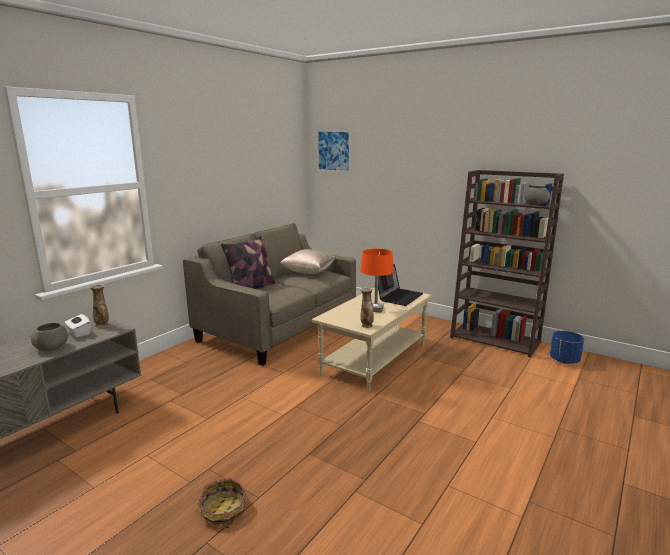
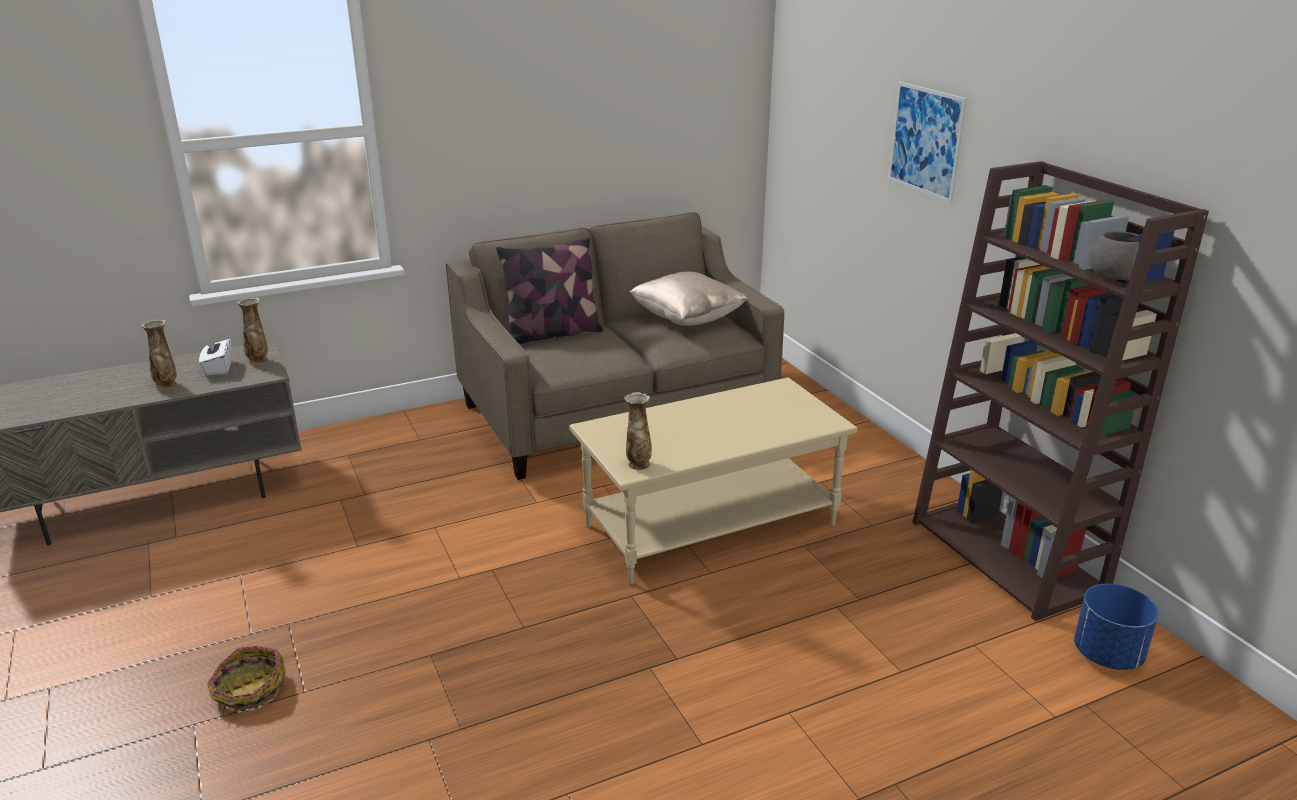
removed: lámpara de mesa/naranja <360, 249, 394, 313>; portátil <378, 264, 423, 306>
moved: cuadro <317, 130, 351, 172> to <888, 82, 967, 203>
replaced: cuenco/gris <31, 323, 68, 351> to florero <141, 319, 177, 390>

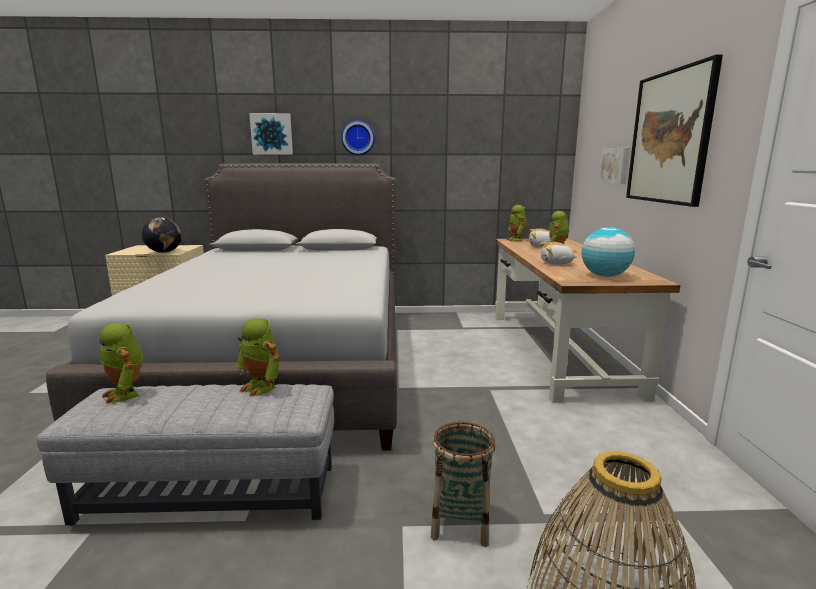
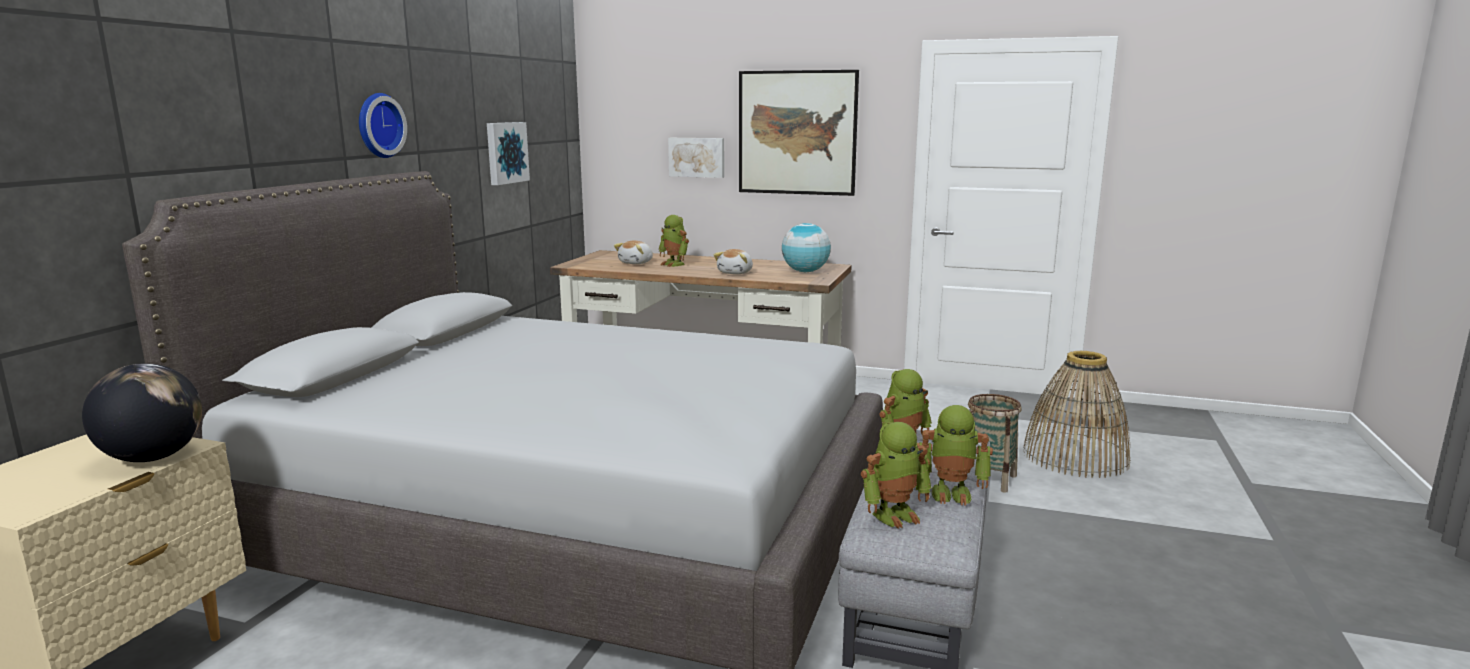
moved: cuadro <249, 113, 293, 155> to <487, 122, 530, 185>; robot de juguete <506, 205, 527, 241> to <917, 405, 993, 506>

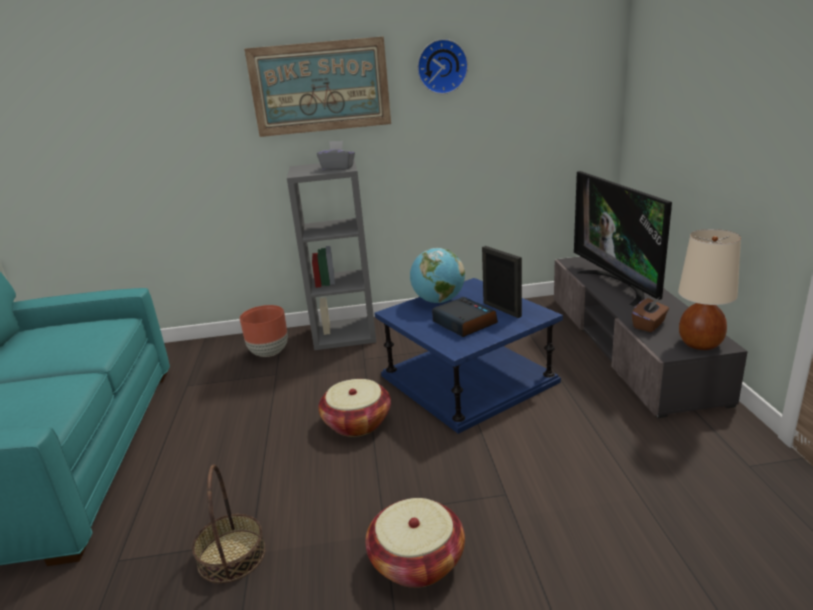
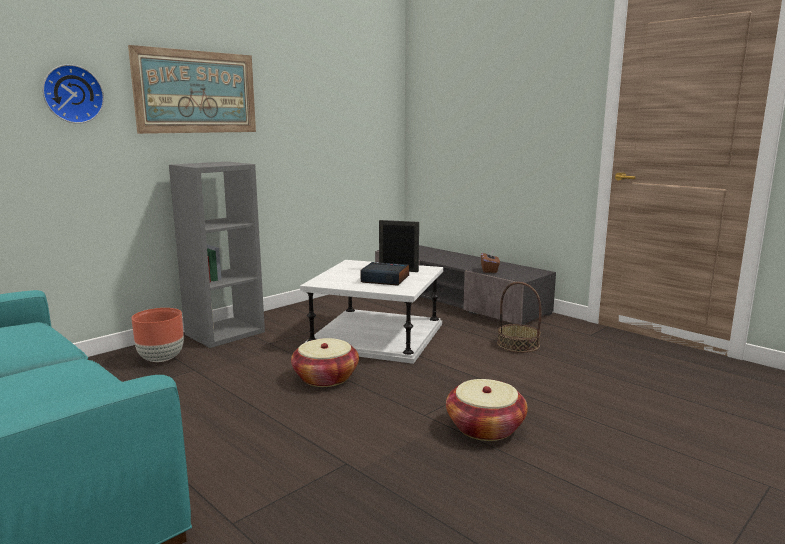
removed: caja de pañuelos/gris <317, 141, 355, 170>; globo terráqueo <410, 248, 465, 303>; televisor <574, 171, 672, 306>; lámpara de mesa/beis <678, 229, 741, 350>
moved: cesta <192, 464, 266, 583> to <497, 282, 542, 353>; reloj de pared <417, 39, 468, 94> to <42, 64, 104, 124>
recoloured: mesa auxiliar/azul <375, 278, 563, 434> to mesa auxiliar/blanco <300, 260, 443, 364>

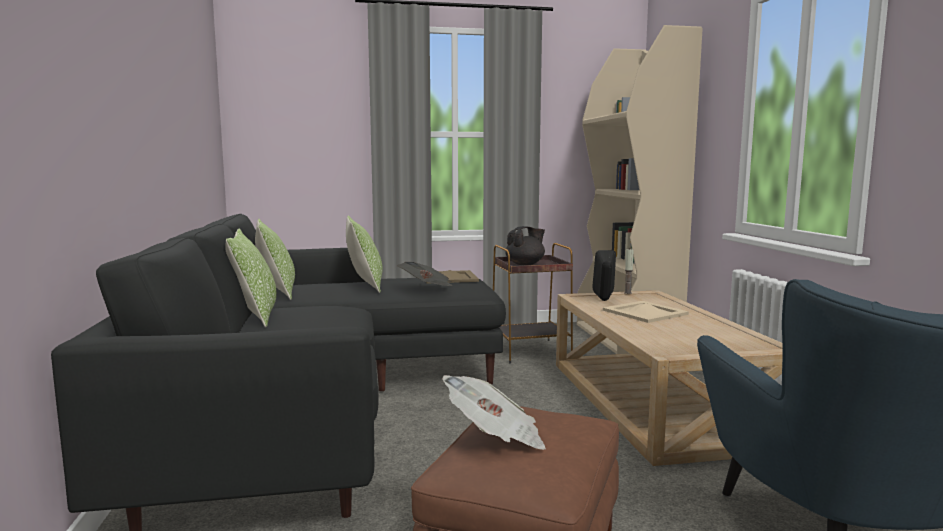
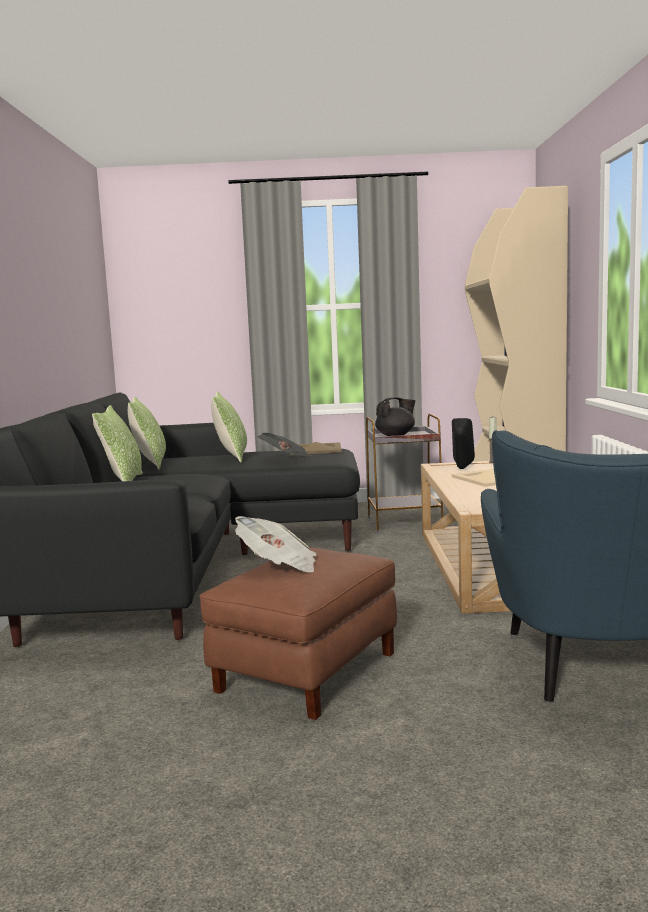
recoloured: mesa auxiliar/marrón <493, 243, 573, 364> to mesa auxiliar/gris <366, 413, 443, 534>

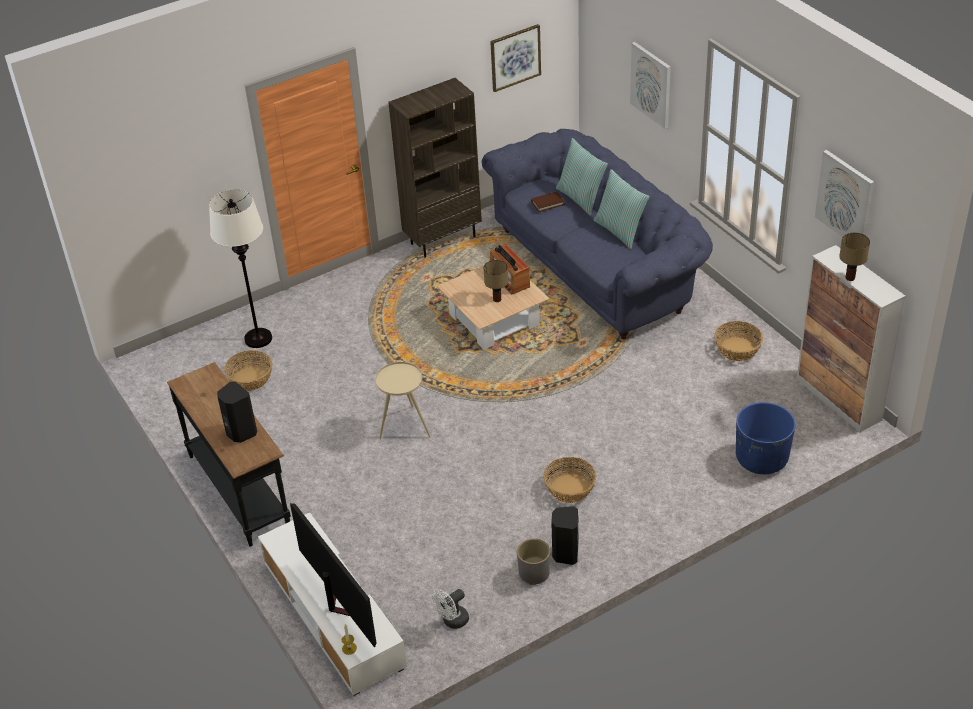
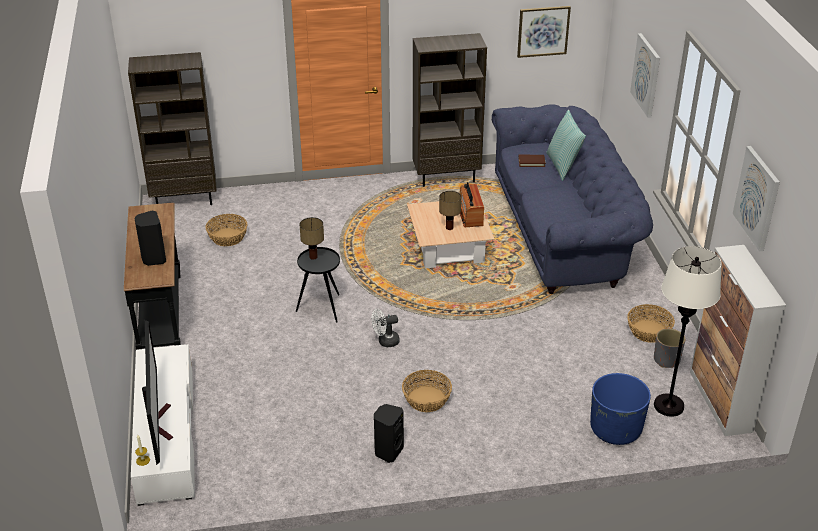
removed: cojín <593, 169, 649, 249>
added: estantería/marrón <128, 52, 217, 205>
moved: lámpara de pie/blanco <209, 189, 272, 348> to <654, 246, 722, 417>; ventilador/blanco <432, 589, 469, 629> to <371, 309, 400, 347>; maceta/gris <517, 538, 550, 585> to <654, 329, 685, 368>; lámpara de mesa <839, 233, 870, 281> to <299, 217, 324, 260>
recoloured: mesa auxiliar/beis <375, 362, 431, 439> to mesa auxiliar/negro <296, 247, 340, 322>

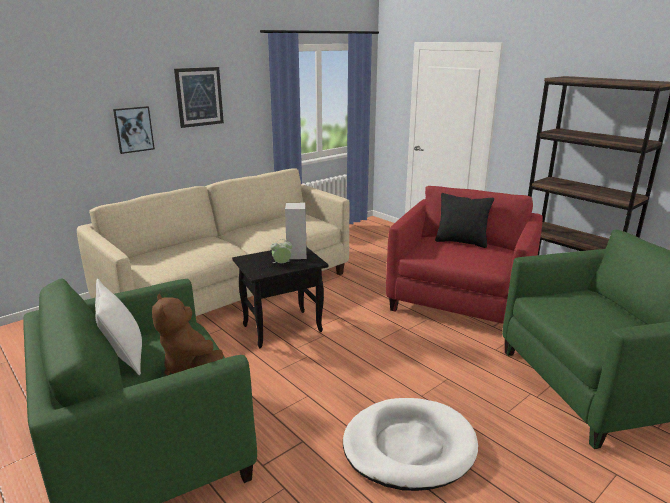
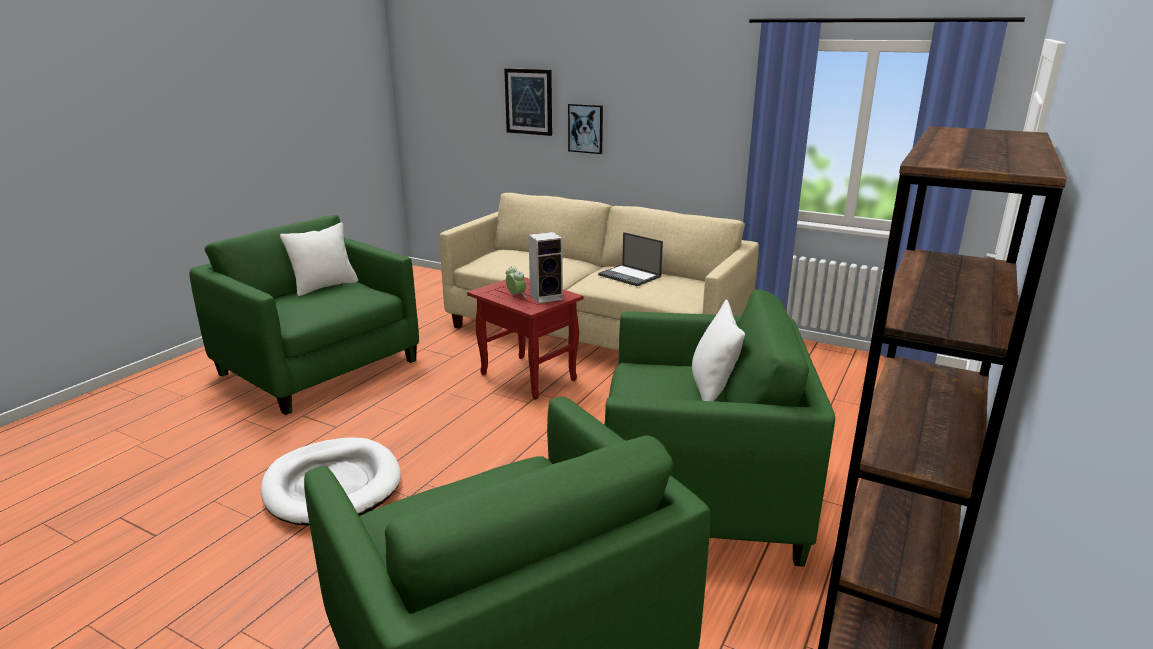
removed: peluche/marrón <152, 294, 223, 375>
added: portátil <598, 232, 663, 286>
moved: cuadro <174, 67, 224, 128> to <504, 68, 552, 136>
recoloured: mesa auxiliar/negro <232, 247, 328, 348> to mesa auxiliar/rojo <467, 277, 583, 400>; sillón/rojo <386, 186, 543, 324> to sillón/verde <604, 290, 835, 567>; cojín/negro <435, 193, 494, 248> to cojín/blanco <692, 299, 745, 401>

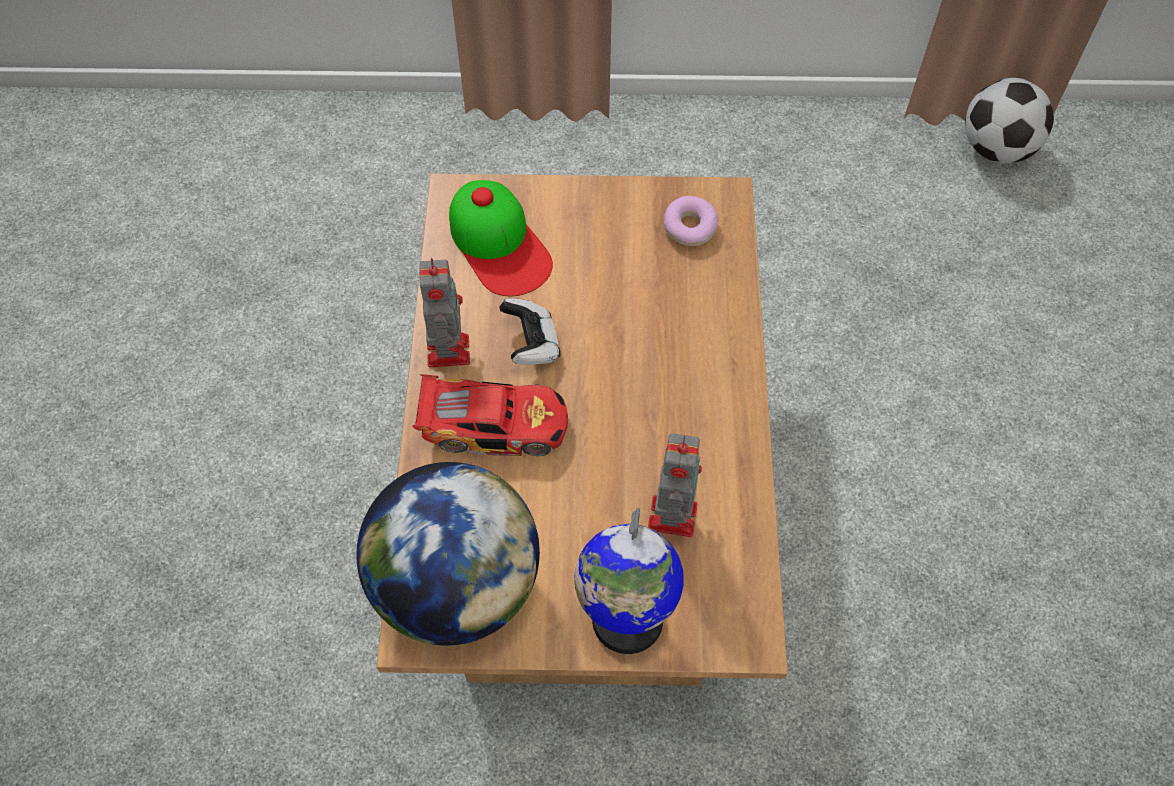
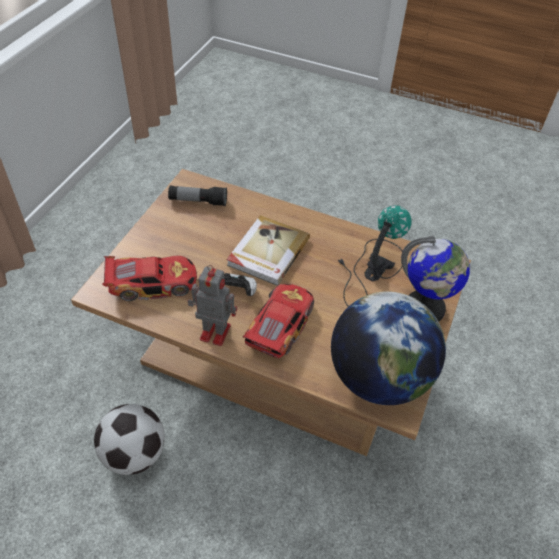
added: libro <227, 215, 310, 286>
moved: balón de fútbol <965, 78, 1054, 164> to <94, 404, 165, 475>
replaced: gorra <449, 180, 553, 296> to coche de juguete <102, 255, 197, 301>; robot de juguete <648, 433, 702, 537> to lámpara de mesa <338, 205, 411, 307>; rosquilla <664, 196, 718, 246> to linterna <168, 186, 227, 206>

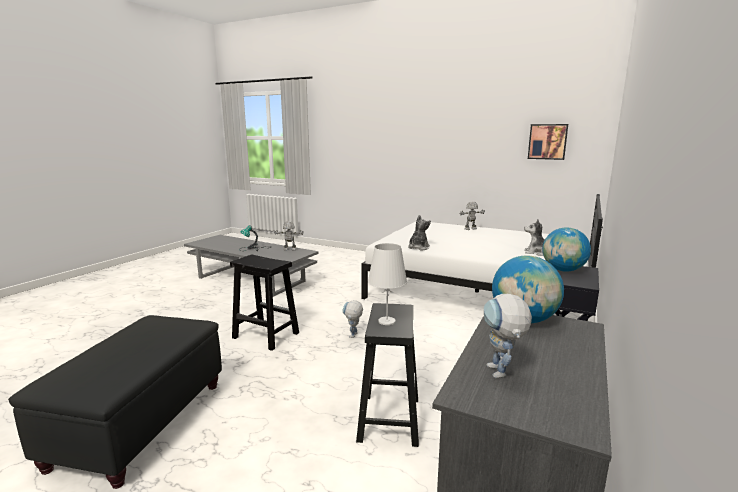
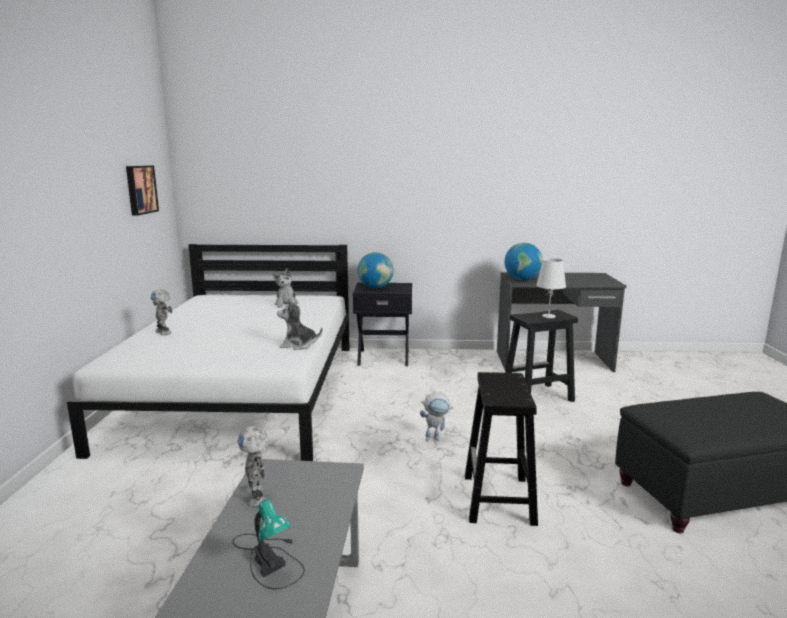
removed: robot de juguete <484, 294, 532, 378>

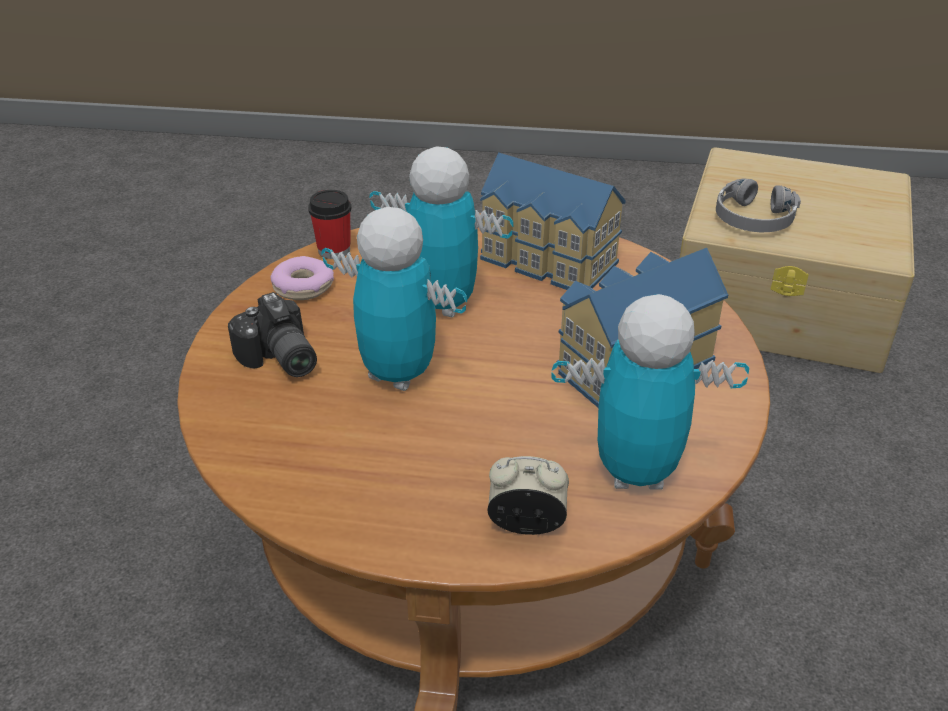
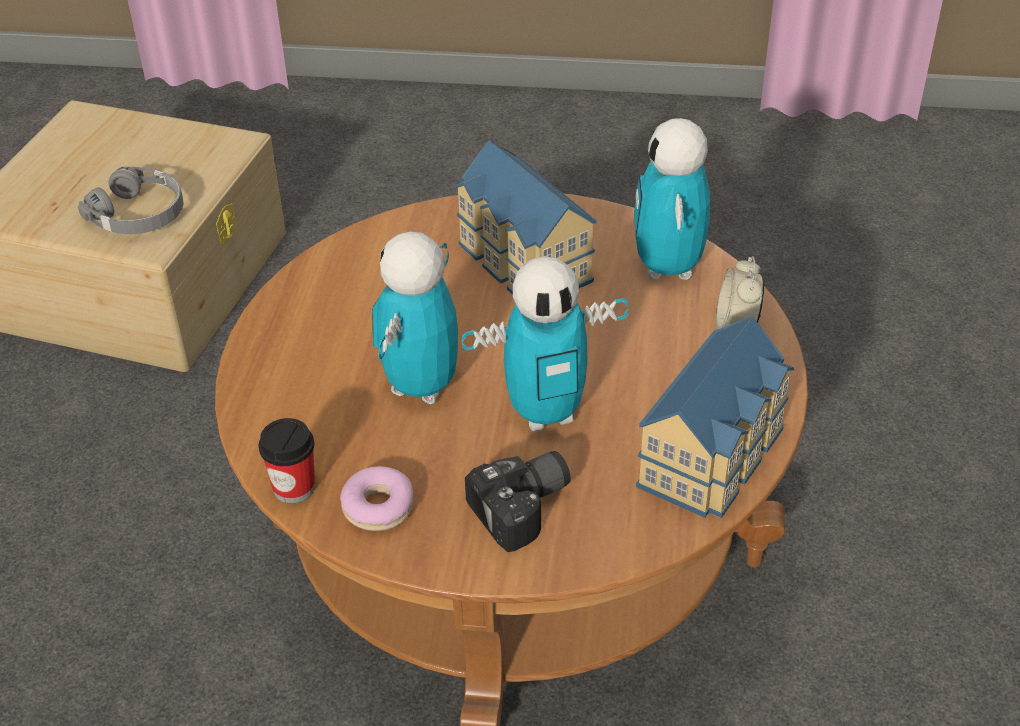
moved: casita <480, 152, 626, 290> to <636, 316, 794, 518>
turned: robot de juguete <321, 207, 467, 391> = <462, 256, 629, 431> 135 degrees counterclockwise

